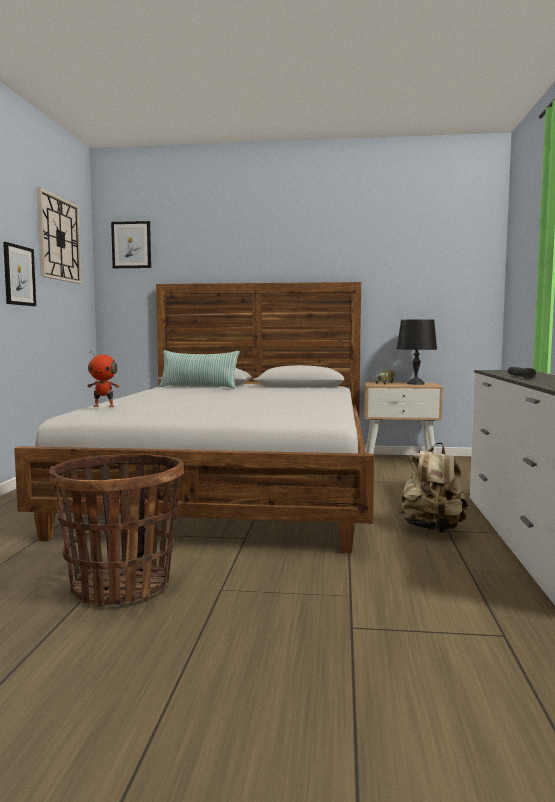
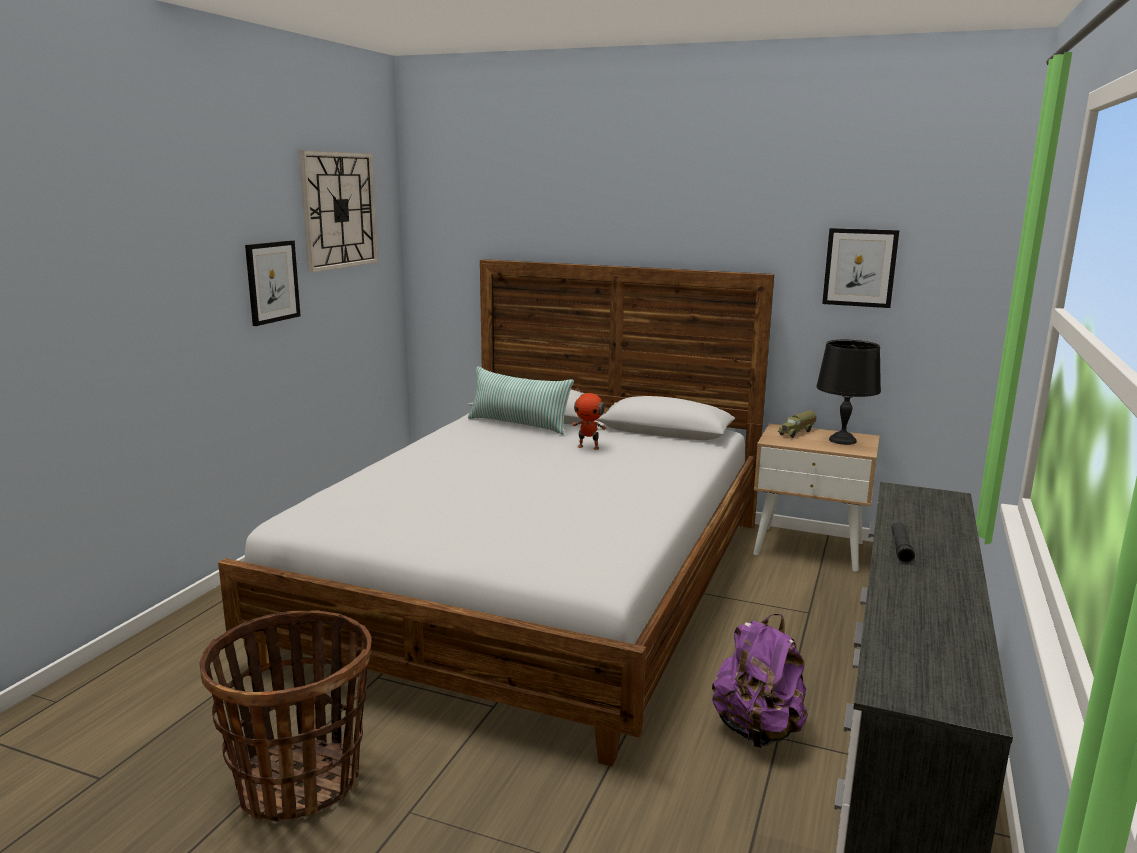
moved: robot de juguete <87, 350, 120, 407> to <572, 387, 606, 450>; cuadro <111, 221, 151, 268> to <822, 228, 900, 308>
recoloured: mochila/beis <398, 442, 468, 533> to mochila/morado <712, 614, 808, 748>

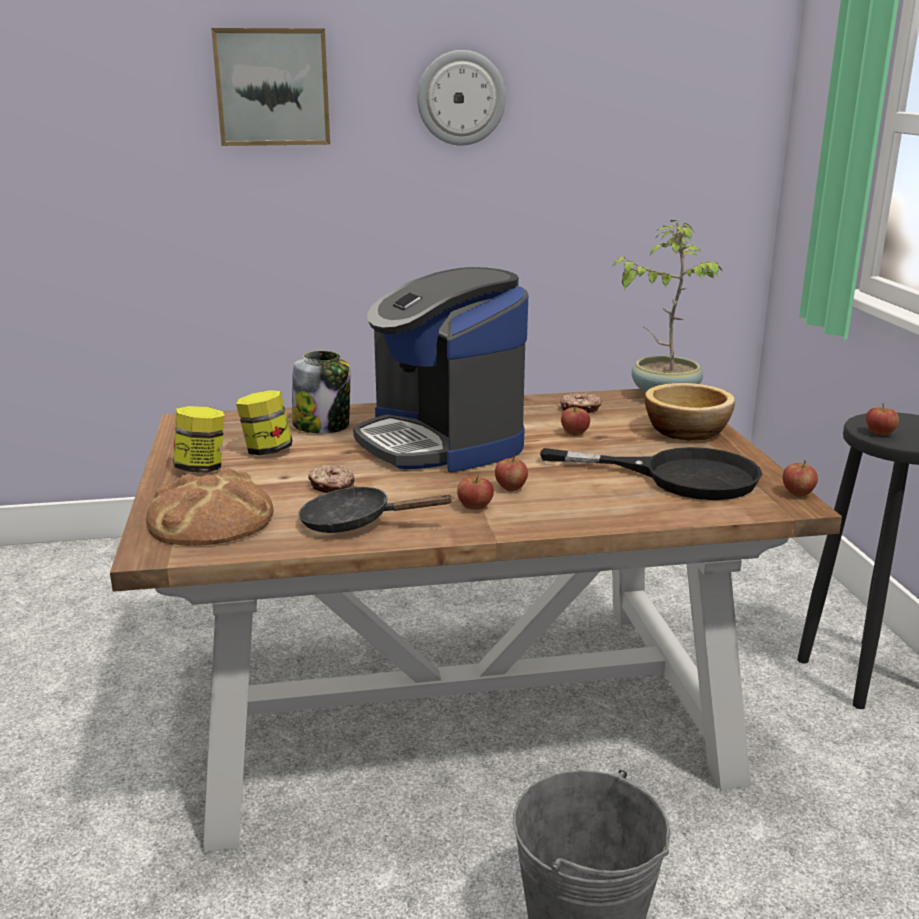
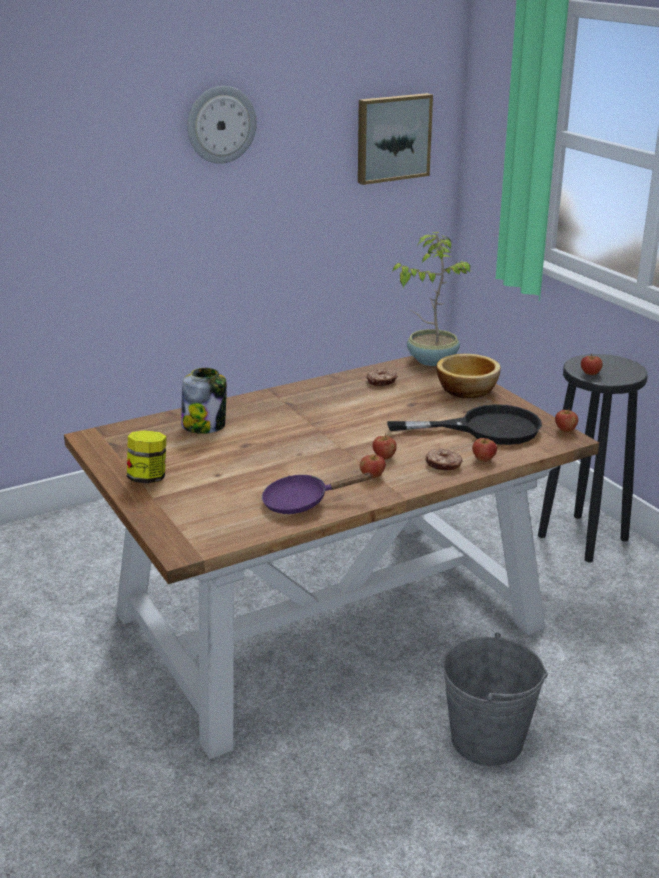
removed: pan <146, 468, 274, 546>; tarro <236, 390, 293, 455>; cafetera <353, 267, 528, 472>
moved: cuadro <211, 28, 330, 146> to <358, 93, 433, 185>; rosquilla <308, 465, 355, 493> to <426, 448, 463, 470>; manzana <561, 406, 590, 436> to <472, 438, 497, 462>
recoloured: sartén/negro <298, 486, 454, 533> to sartén/morado <262, 473, 371, 514>

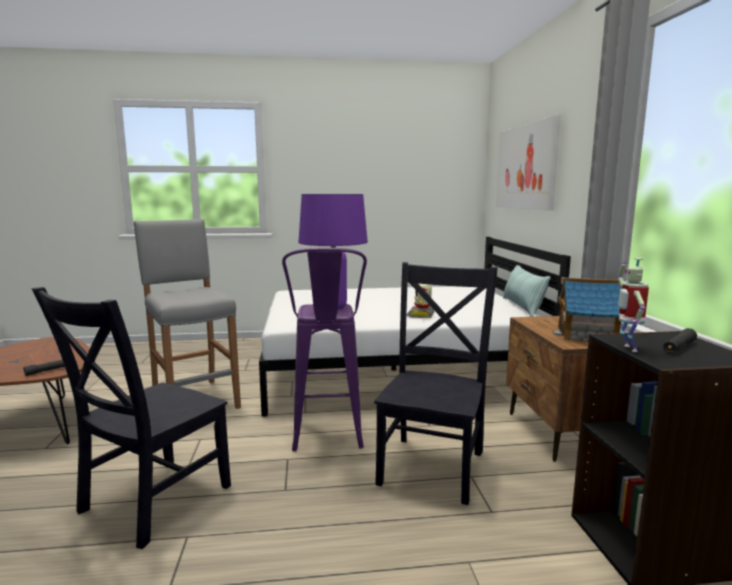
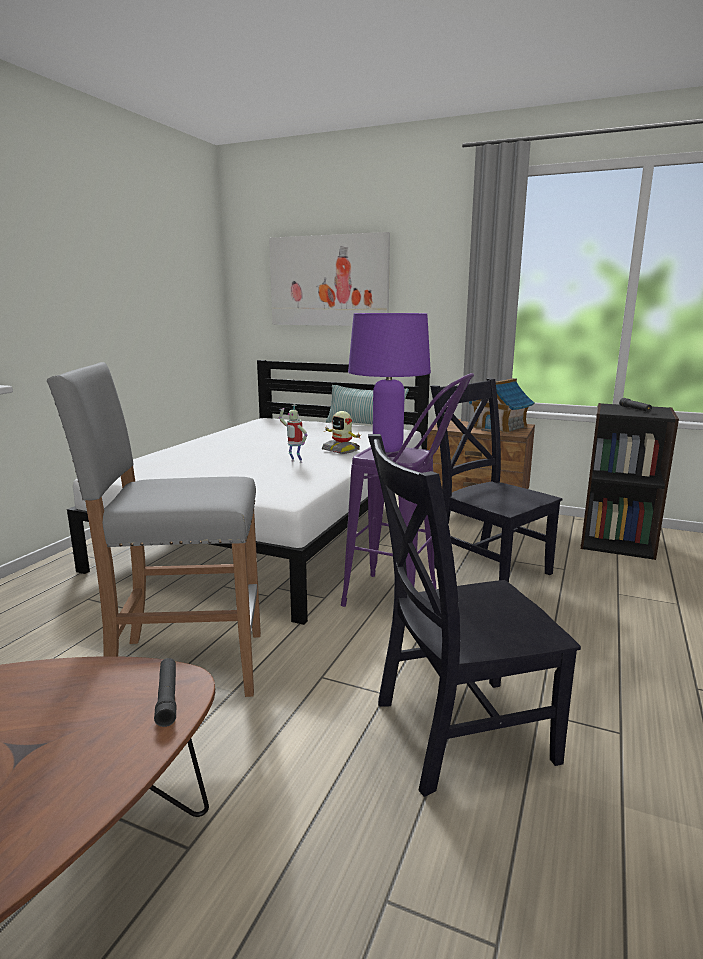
moved: robot de juguete <617, 258, 649, 352> to <279, 405, 308, 463>
turned: silla/negro <31, 287, 231, 549> = <368, 434, 581, 797> 105 degrees clockwise

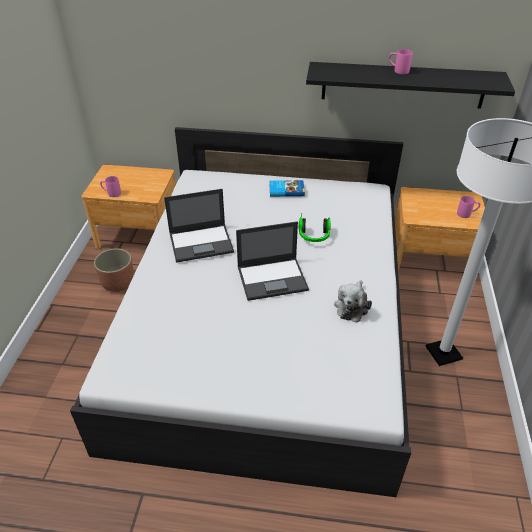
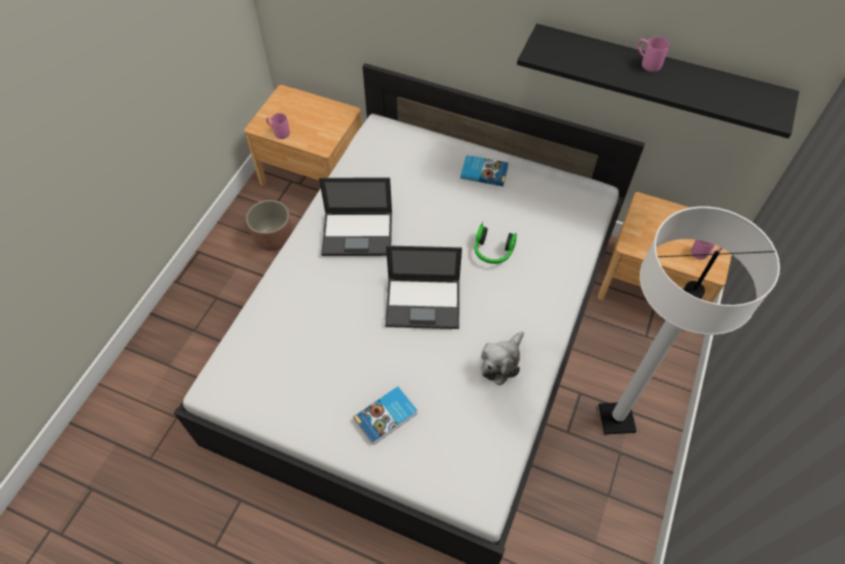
added: libro <354, 386, 418, 445>

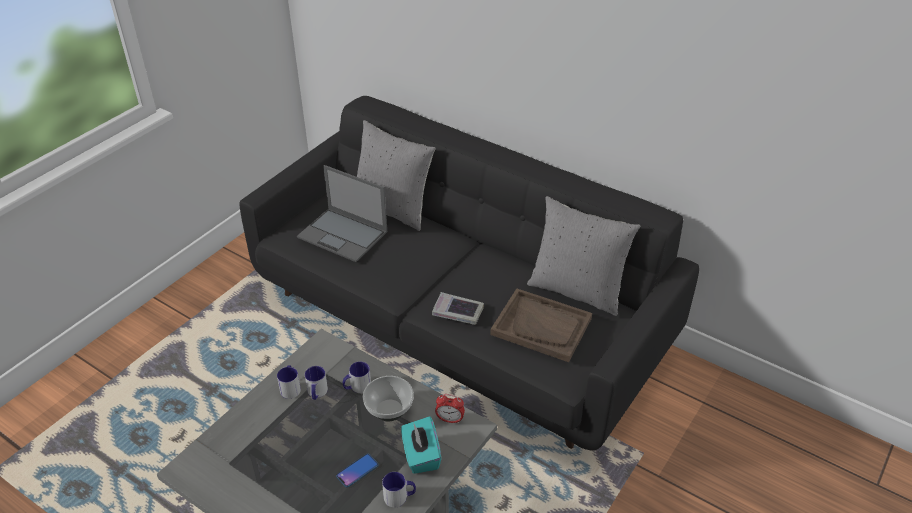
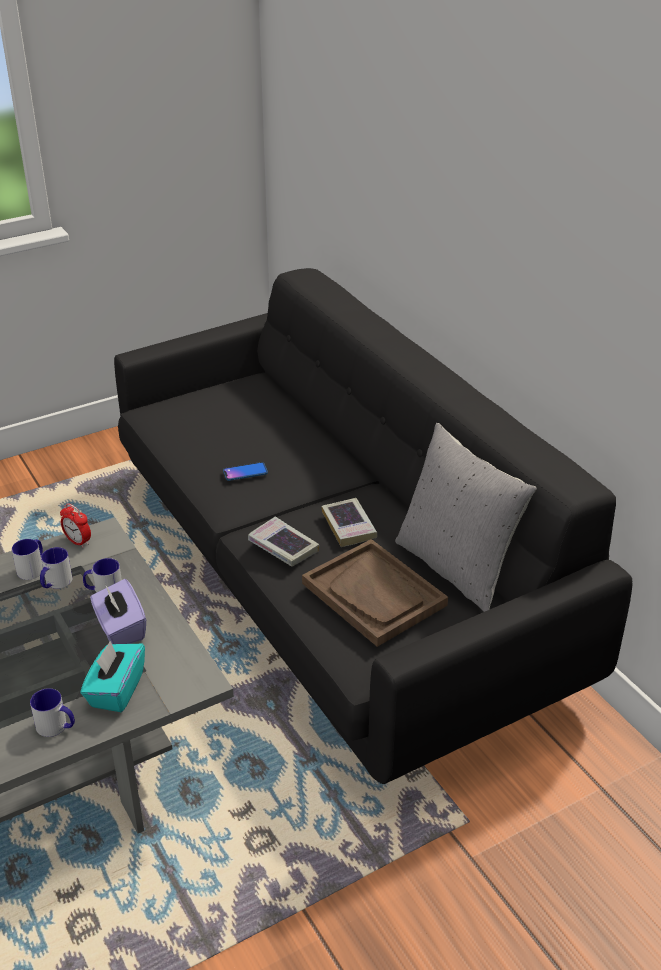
removed: portátil <297, 165, 388, 262>; cojín/gris <357, 120, 436, 231>
added: libro <321, 498, 377, 547>
moved: móvil <336, 453, 378, 487> to <223, 462, 268, 481>; despertador <435, 394, 465, 424> to <60, 503, 91, 548>
replaced: cuenco <363, 376, 414, 421> to caja de pañuelos/morado <90, 579, 146, 644>

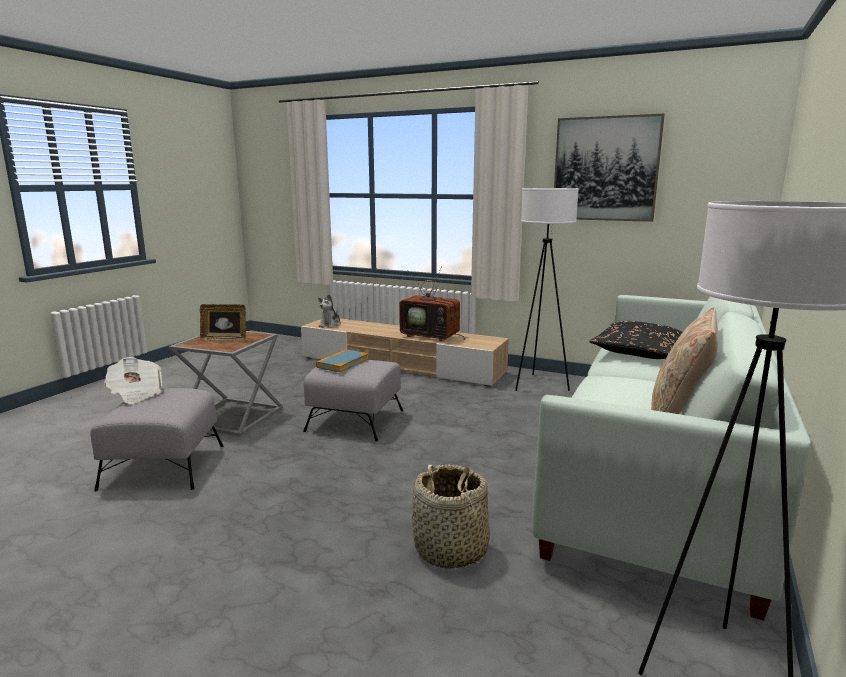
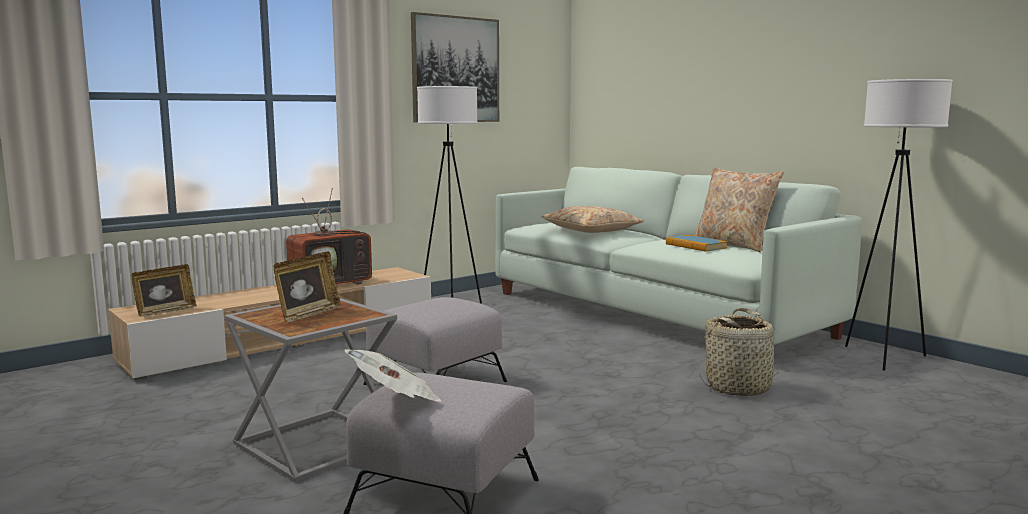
moved: libro <316, 349, 369, 372> to <666, 235, 727, 252>
replaced: peluche <318, 294, 341, 328> to portarretratos <131, 264, 197, 317>
recoloured: cojín/negro <589, 321, 682, 359> to cojín/beis <541, 206, 644, 233>

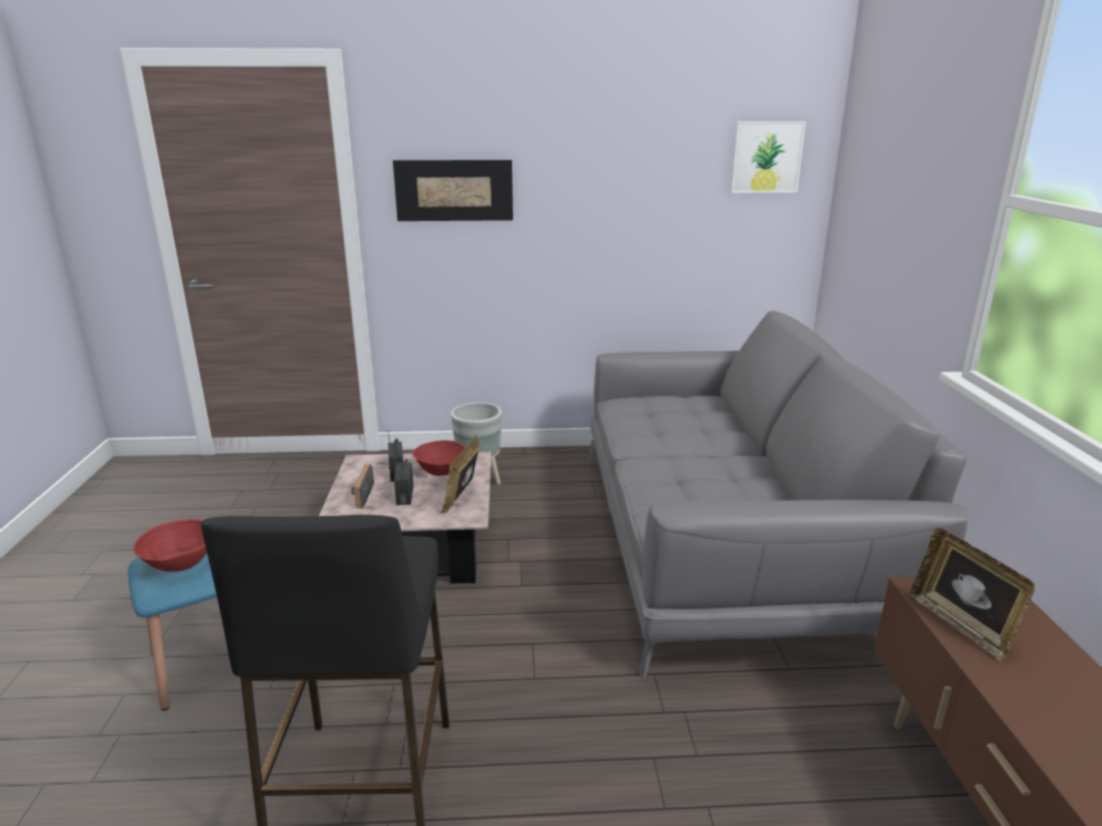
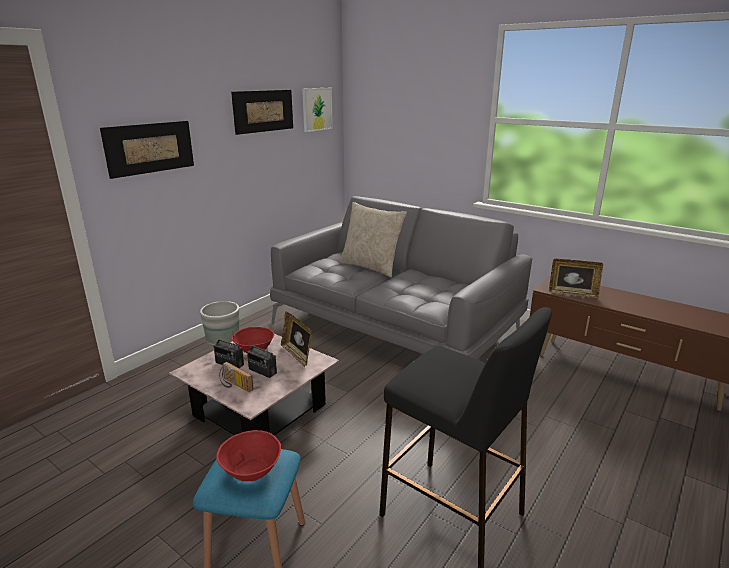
added: cuadro <231, 90, 293, 135>; cojín/beis <339, 202, 407, 277>

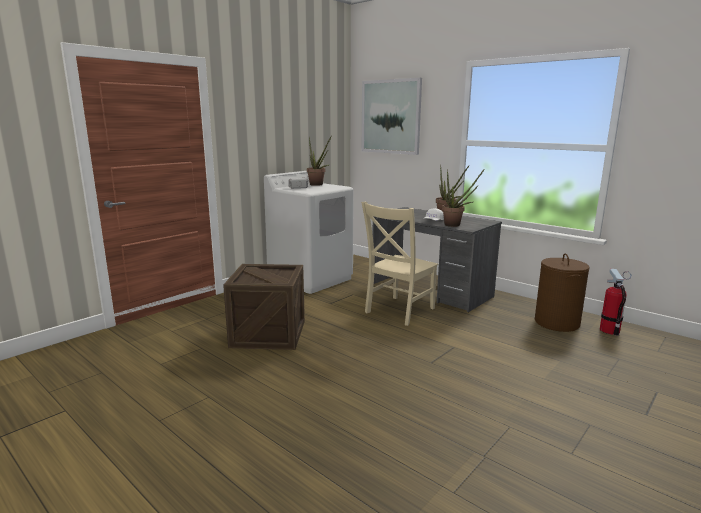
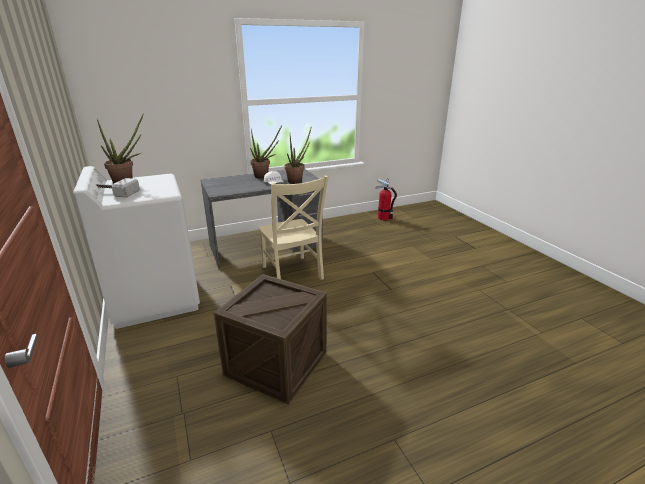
removed: cuadro <361, 78, 422, 155>; cesto de la ropa/marrón <535, 253, 590, 332>

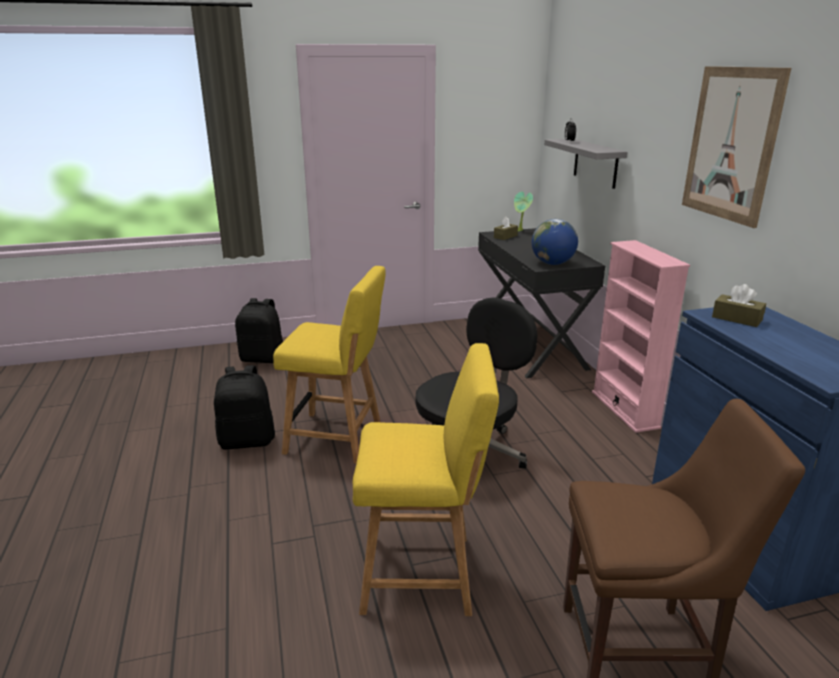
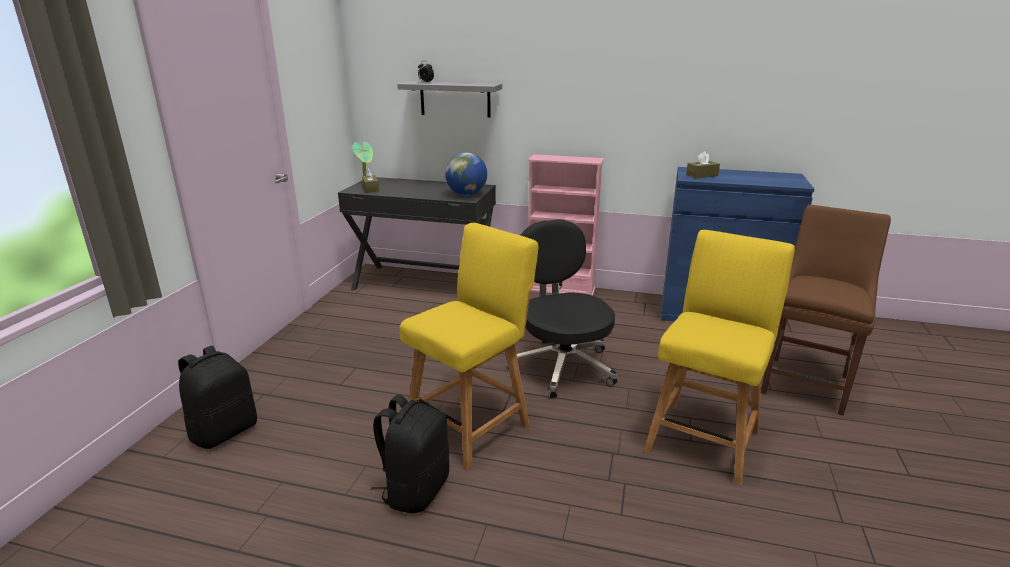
removed: cuadro <682, 66, 791, 228>

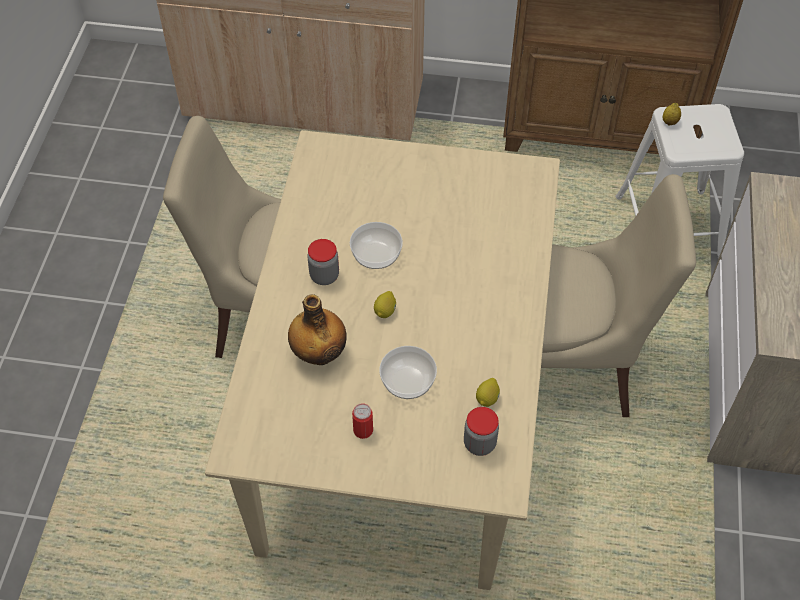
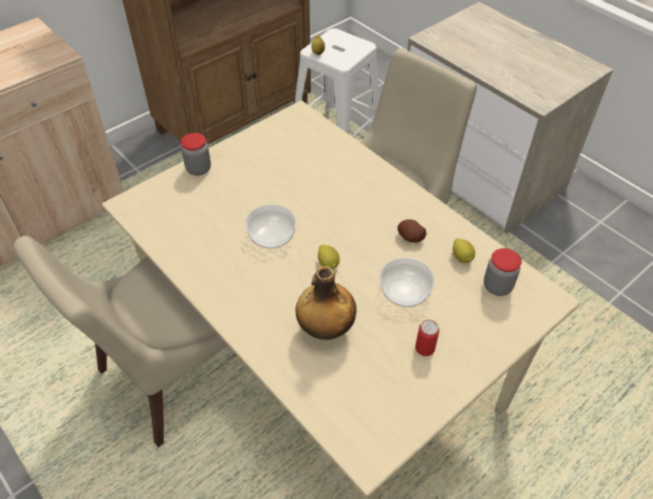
added: patata <398, 220, 427, 243>
moved: tarro <307, 239, 339, 285> to <181, 133, 211, 176>

